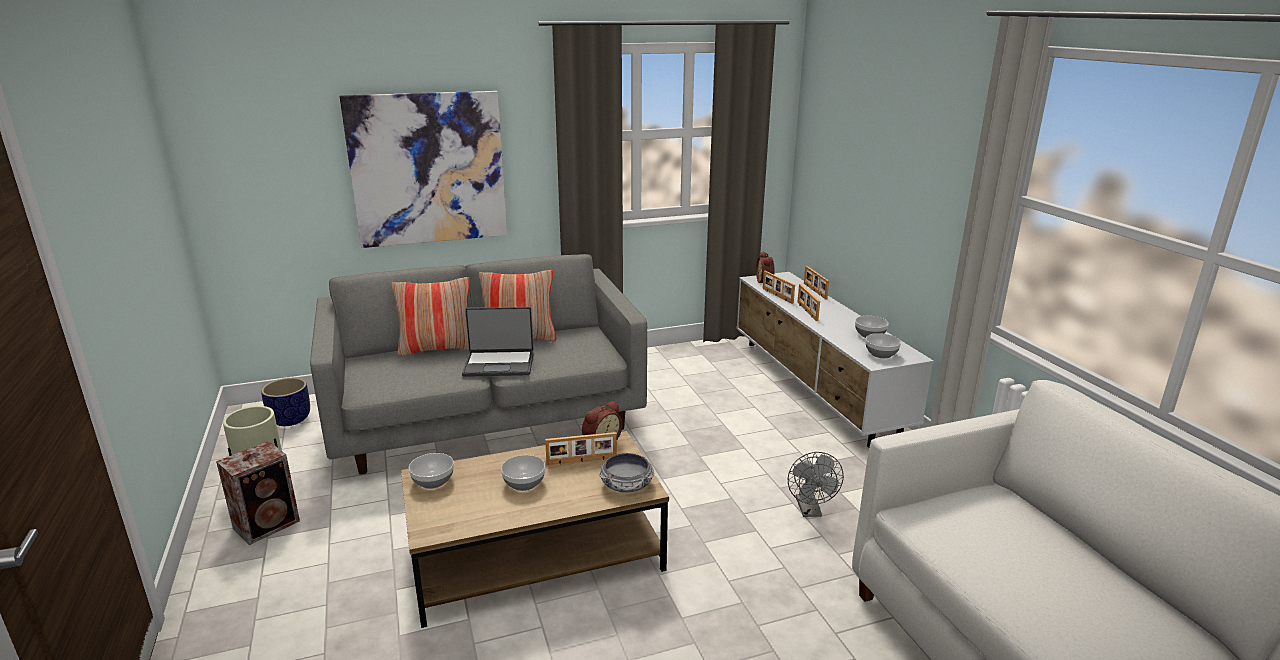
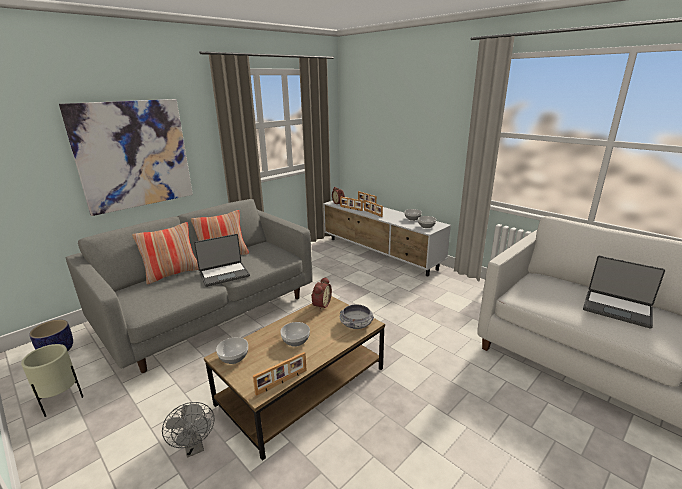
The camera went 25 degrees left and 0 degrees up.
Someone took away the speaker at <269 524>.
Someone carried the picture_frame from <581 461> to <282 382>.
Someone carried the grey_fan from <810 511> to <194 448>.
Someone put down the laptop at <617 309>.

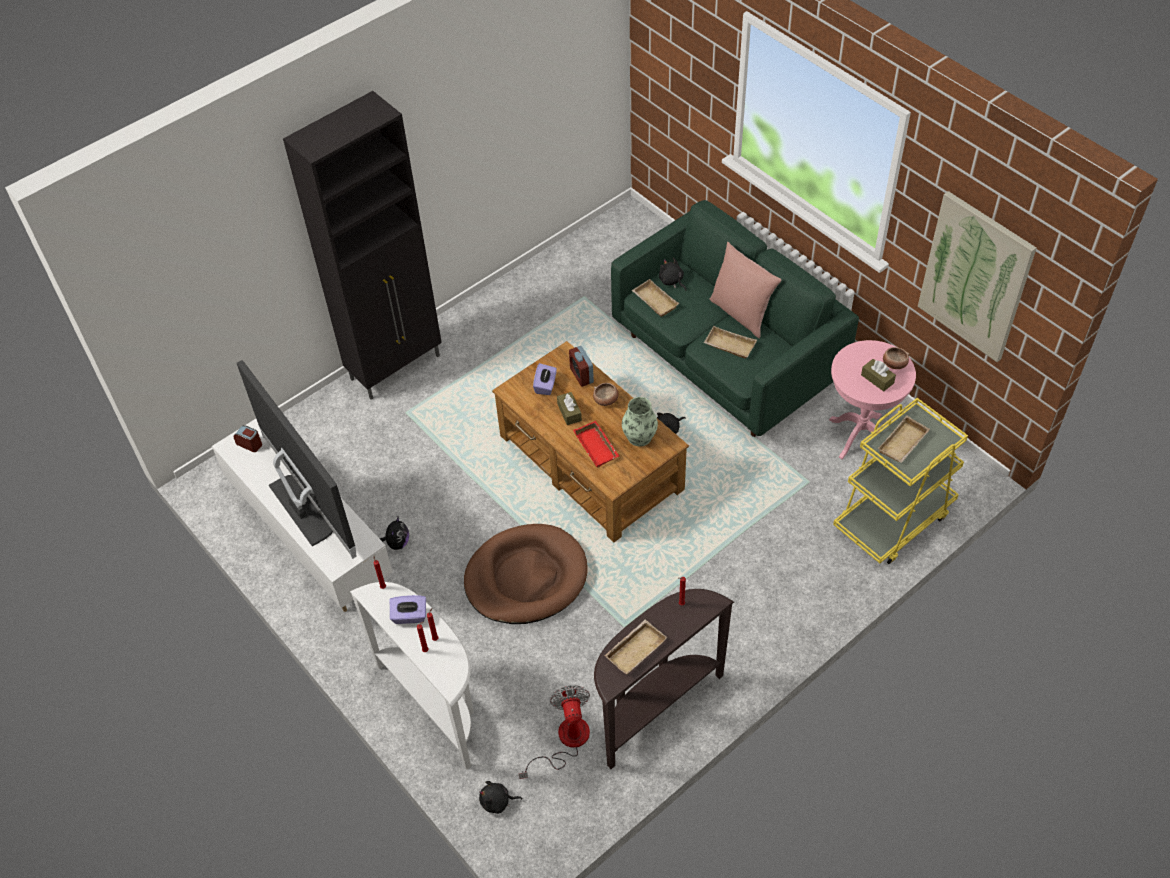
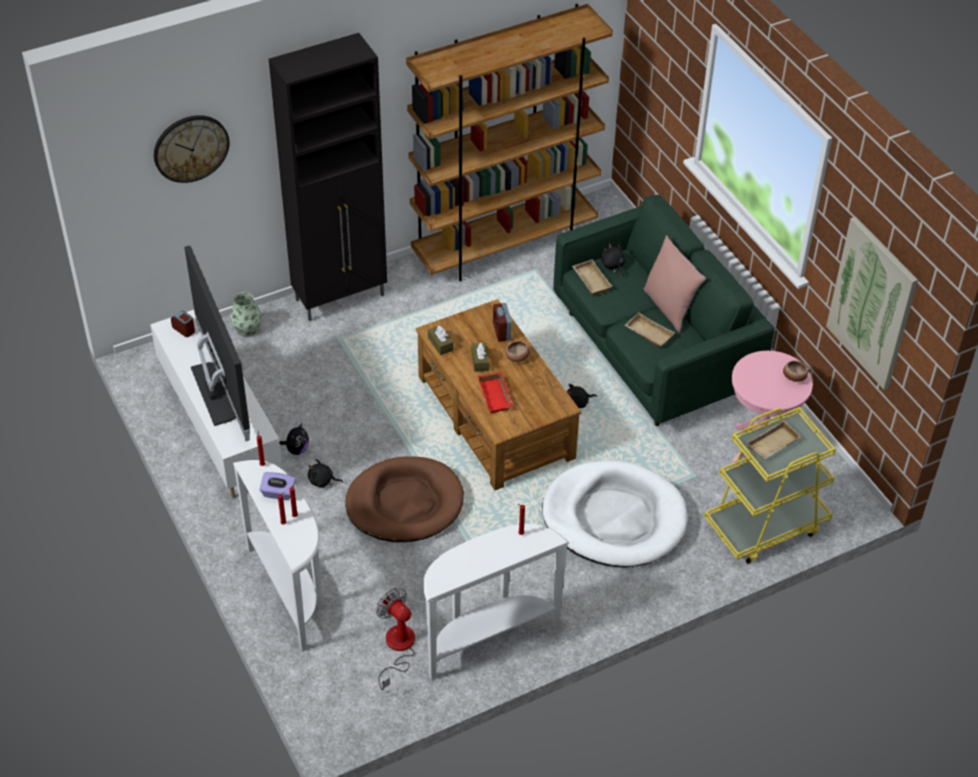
The camera went 10 degrees right and 5 degrees down.
Someone carried the black_plush_toy from <497 802> to <322 481>.
Someone rotated the fan at <565 741> by 45 degrees counterclockwise.
Someone took away the purple_tissue_box at <545 385>.
Someone repainted the brown_console_table at <654 708>, which became the white_console_table at <487 638>.
Someone took away the beige_tray at <635 648>.
Someone carried the vase from <639 436> to <247 329>.
Someone carried the brown_tissue_box from <877 379> to <440 344>.
Someone put up the wall_clock at <191 148>.
Someone put down the brown_bookcase at <504 245>.
Someone put down the white_dog_bed at <614 518>.

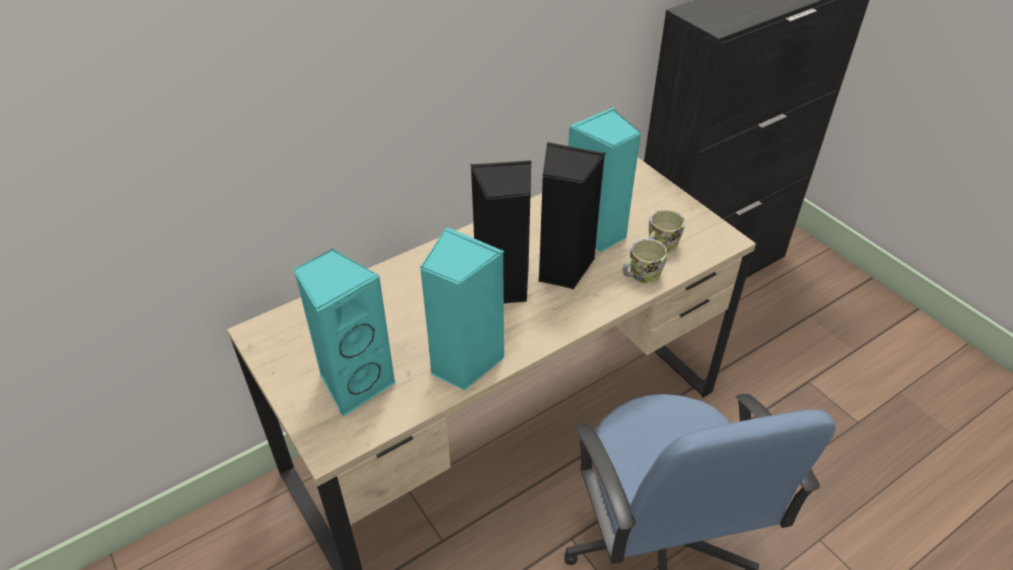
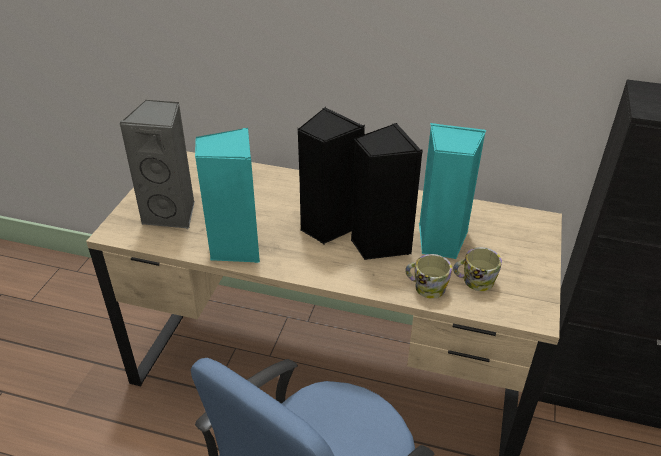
The camera went 50 degrees right and 5 degrees down.
Someone repainted the turquoise_speaker at <355 383>, which became the grey_speaker at <173 214>.

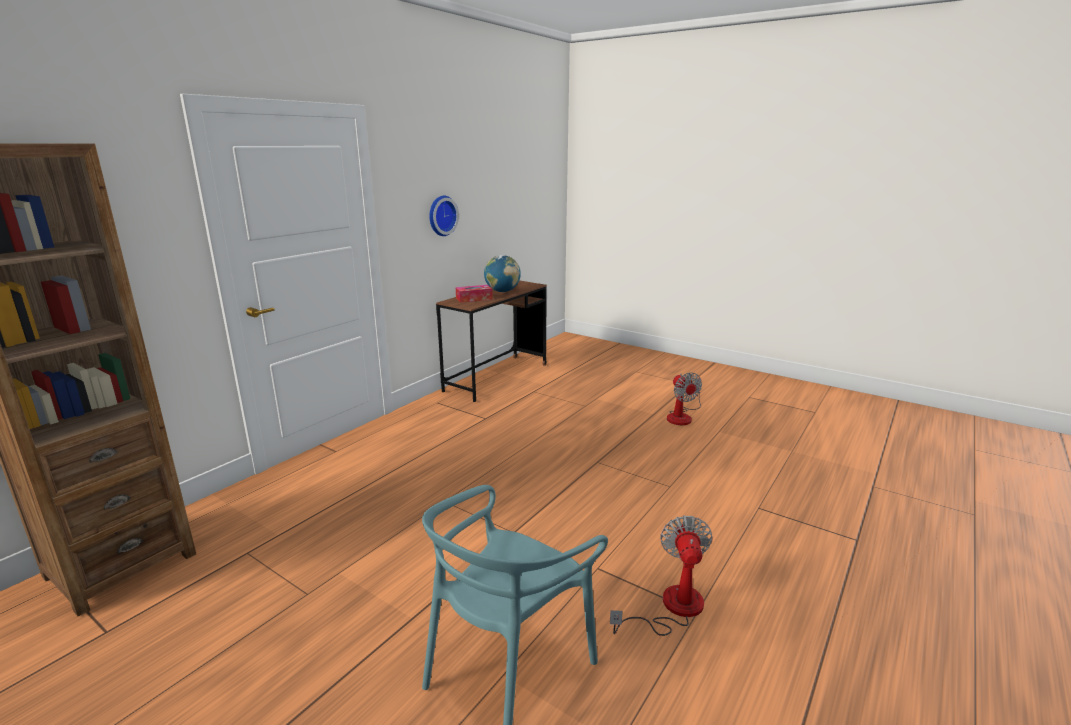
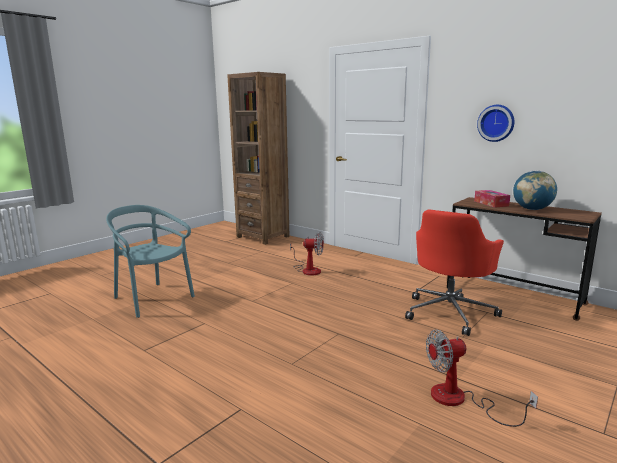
The camera went 95 degrees right and 5 degrees down.
Someone carried the fan from <671 608> to <308 270>.
Someone put down the red_office_chair at <450 312>.

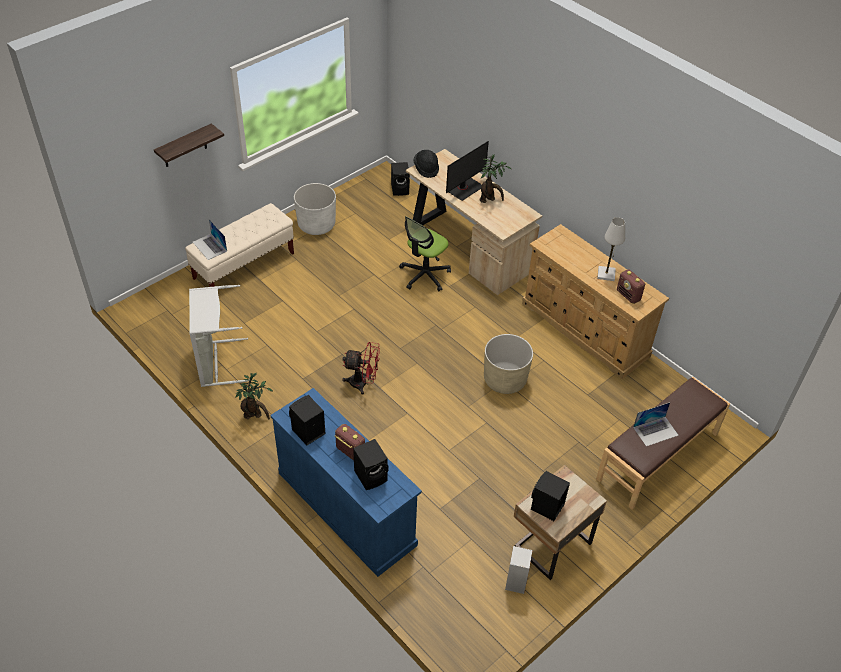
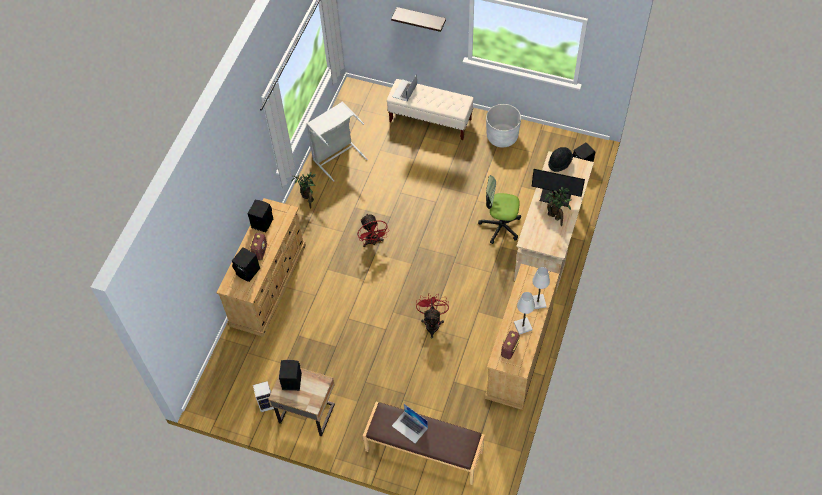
The camera went 65 degrees right and 10 degrees up.
Someone repainted the blue_dresser at <345 508>, which became the beige_dresser at <268 284>.
Someone swapped the beige_planter at <505 379> for the red_fan at <432 323>.
Someone put down the white_table_lamp at <537 302>.

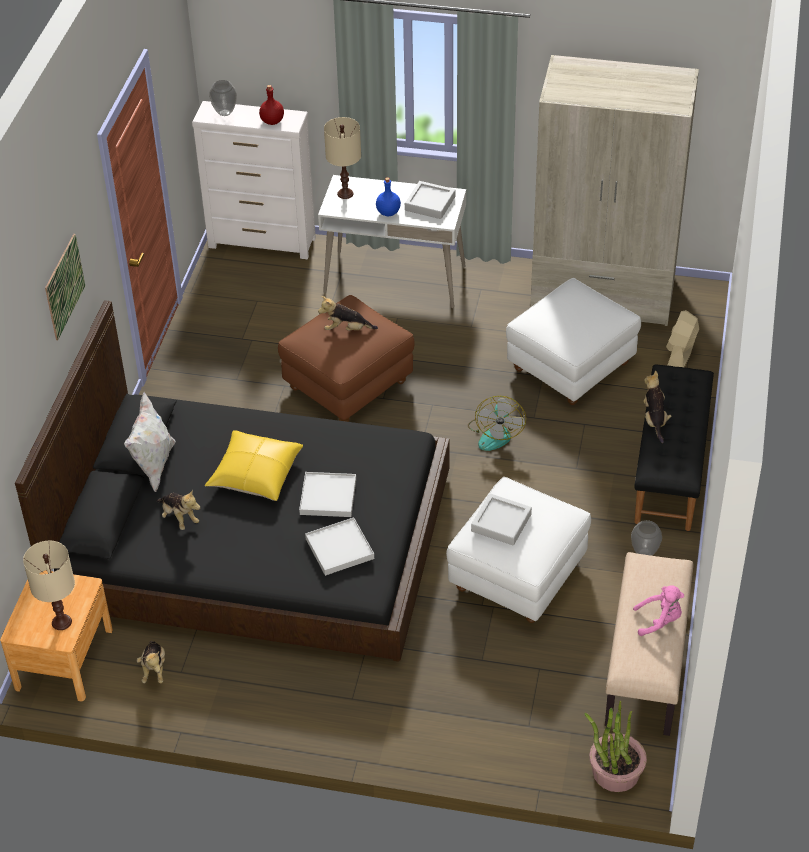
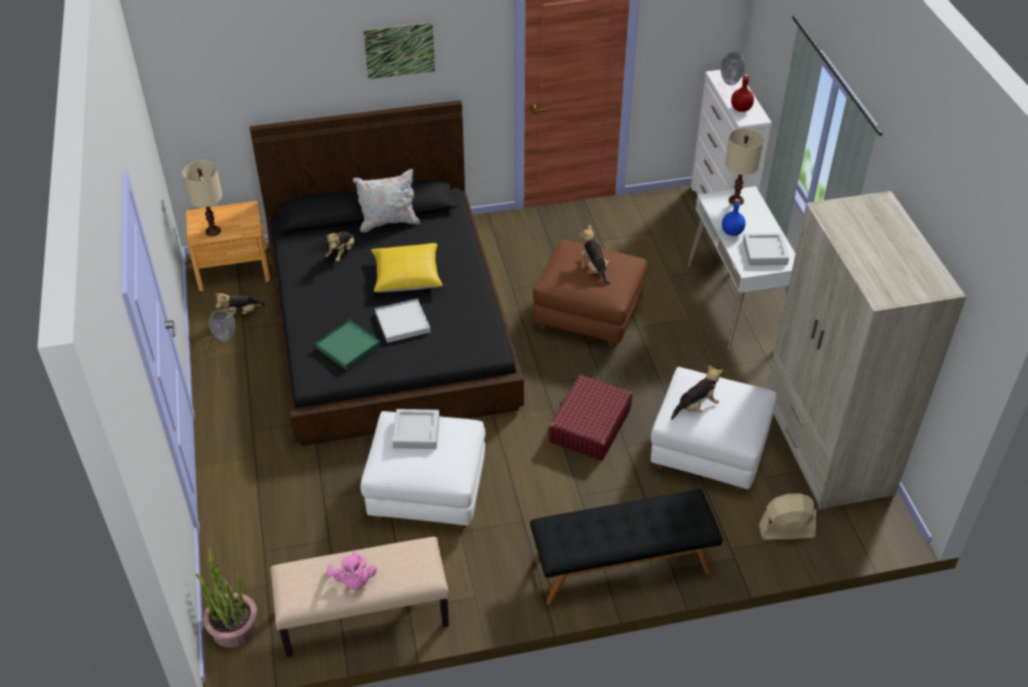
The camera went 65 degrees right and 0 degrees up.
Someone repainted the white_tray at <339 548>, which became the green_tray at <348 346>.
Someone swapped the fan at <495 433> for the red_suitcase at <589 426>.
Someone carried the vase from <644 553> to <224 338>.
Someone carried the plush_toy from <654 420> to <696 407>.

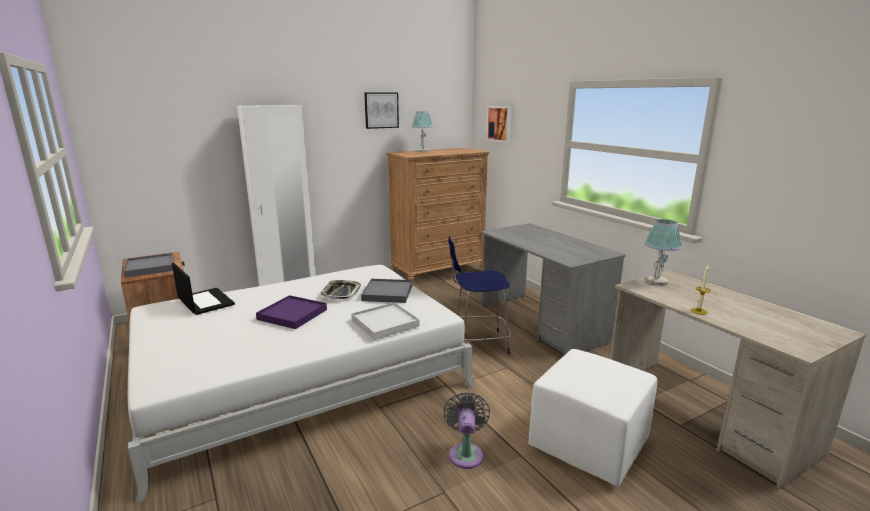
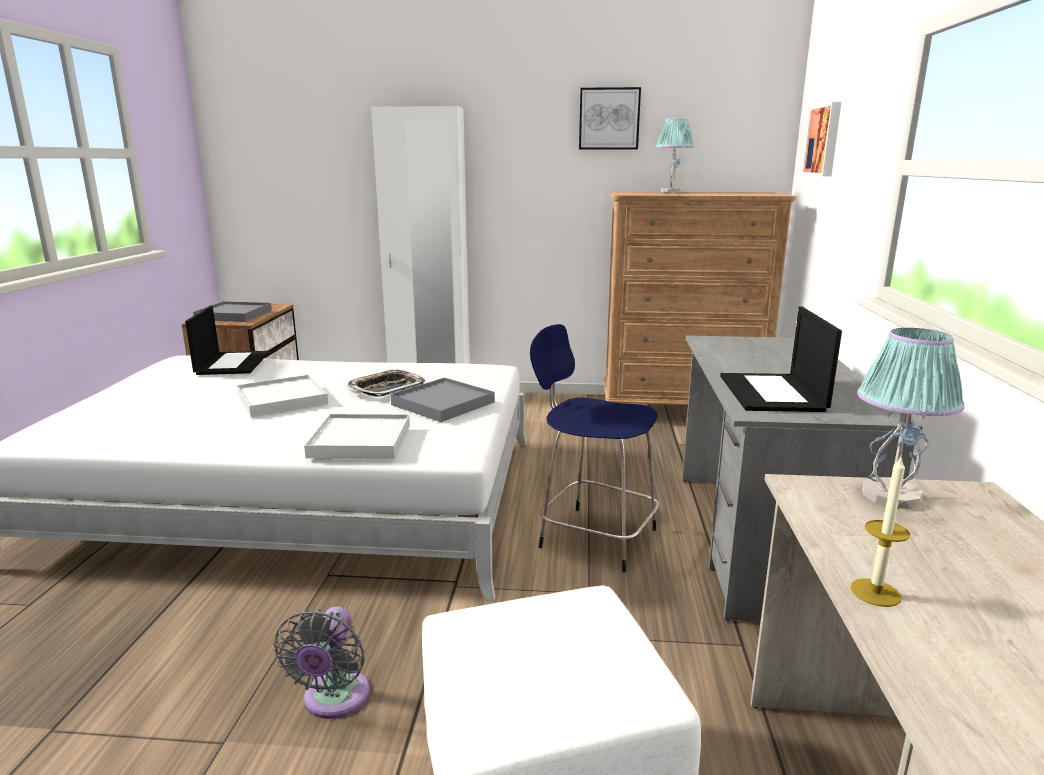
The camera went 35 degrees right and 0 degrees up.
Someone repainted the purple_tray at <292 314>, which became the white_tray at <282 400>.
Someone rotated the grey_fan at <466 453> by 150 degrees clockwise.
Someone put down the laptop at <773 393>.

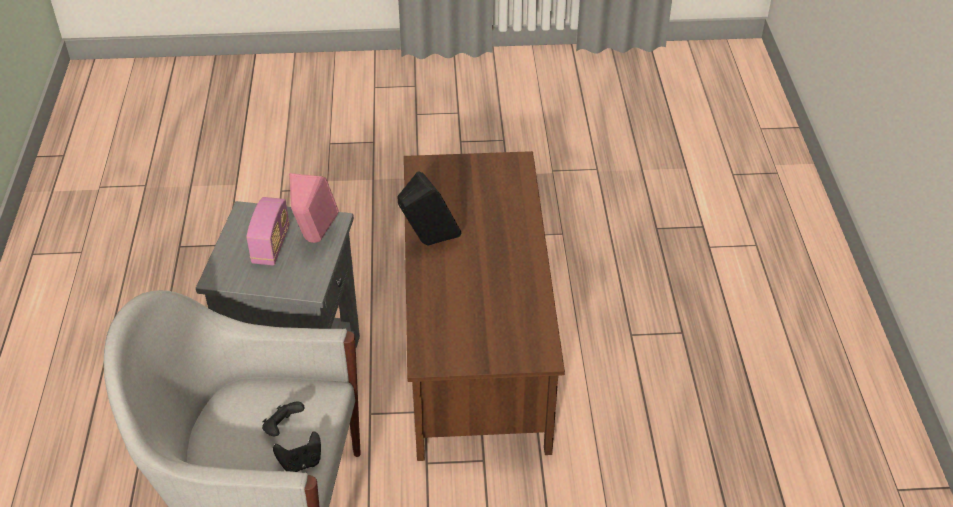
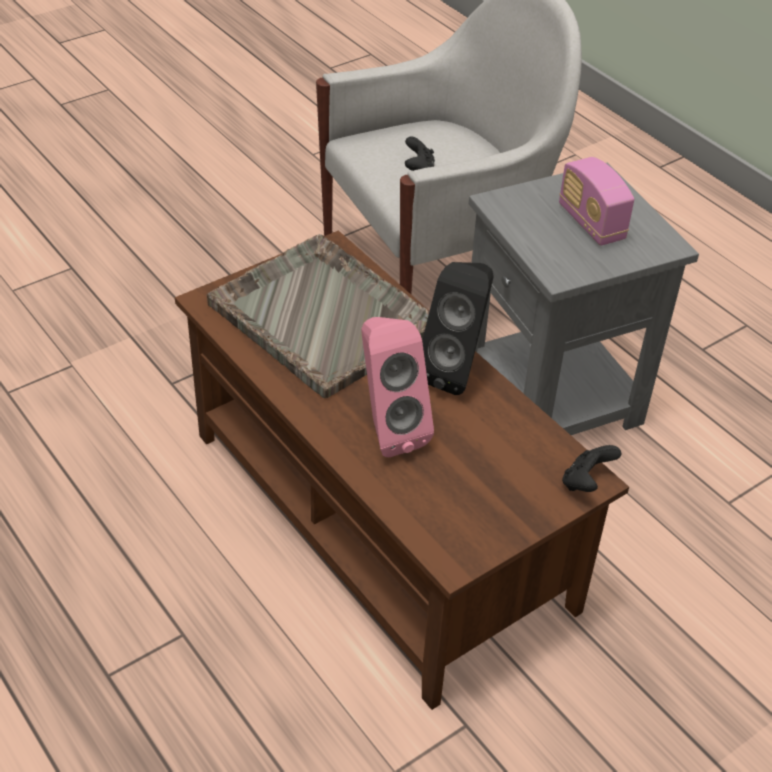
The camera went 145 degrees right and 0 degrees up.
Someone carried the black_game_controller from <301 462> to <586 482>.
Someone carried the pink_speaker from <314 240> to <388 430>.
Someone put down the grey_tray at <321 316>.

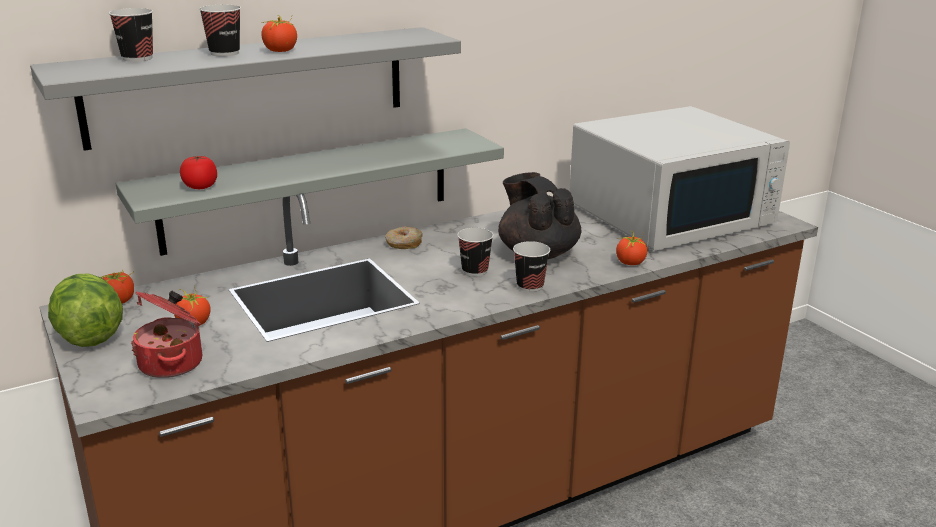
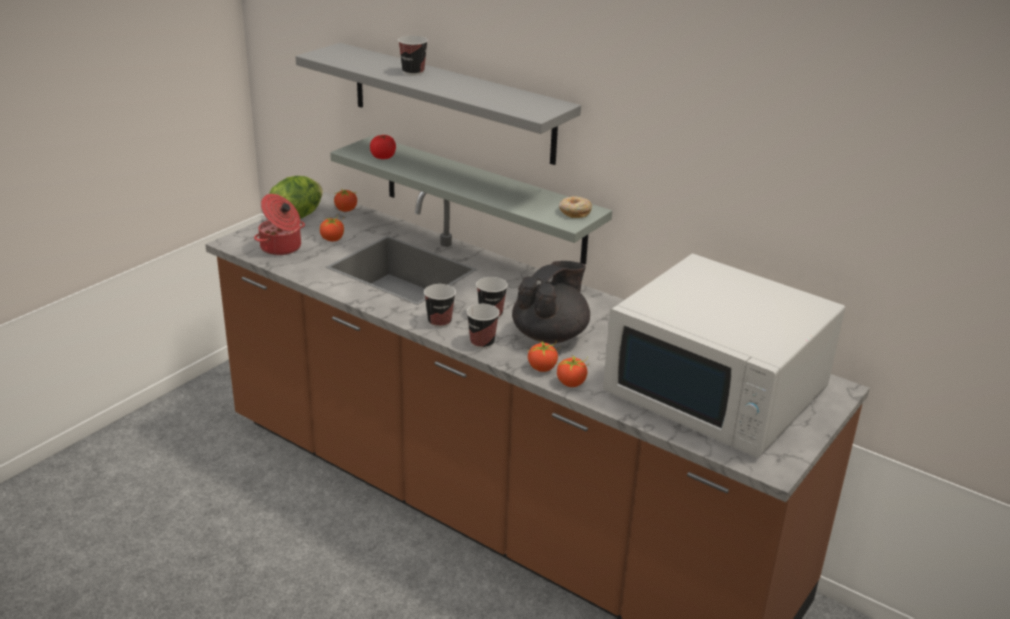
The camera went 65 degrees right and 5 degrees up.
Someone carried the cup from <137 58> to <439 322>.
Someone carried the tomato from <280 51> to <542 368>.
Someone carried the donut from <403 244> to <574 212>.

